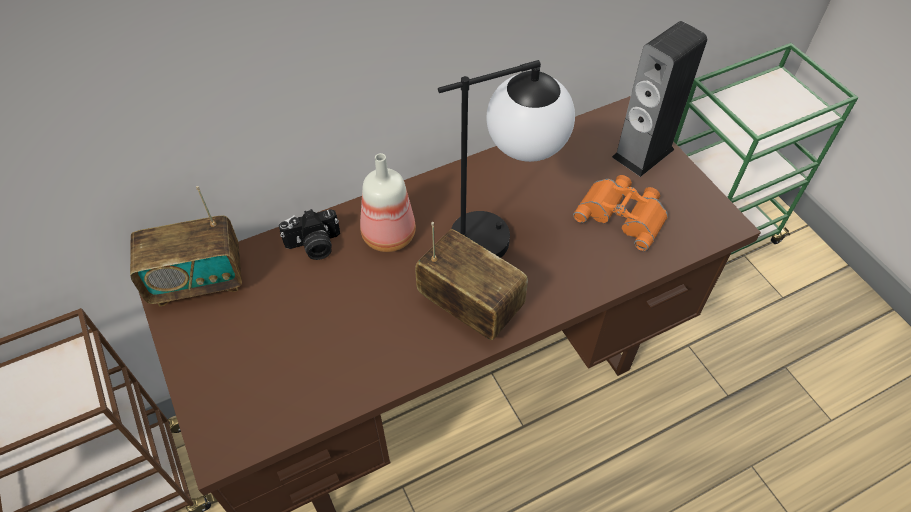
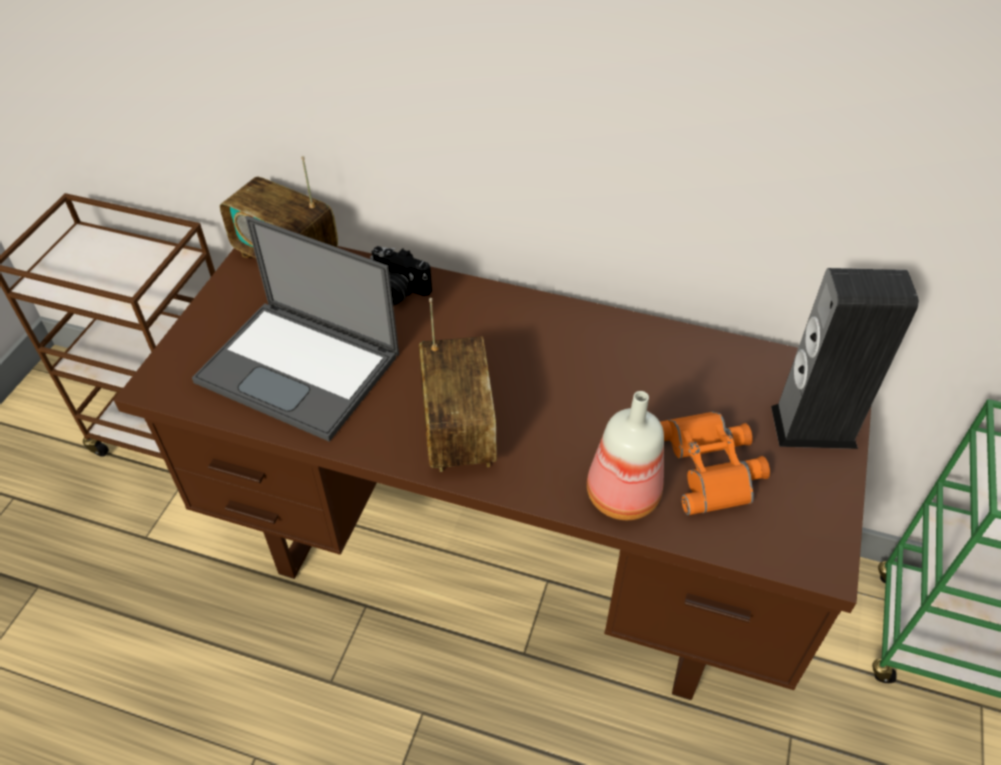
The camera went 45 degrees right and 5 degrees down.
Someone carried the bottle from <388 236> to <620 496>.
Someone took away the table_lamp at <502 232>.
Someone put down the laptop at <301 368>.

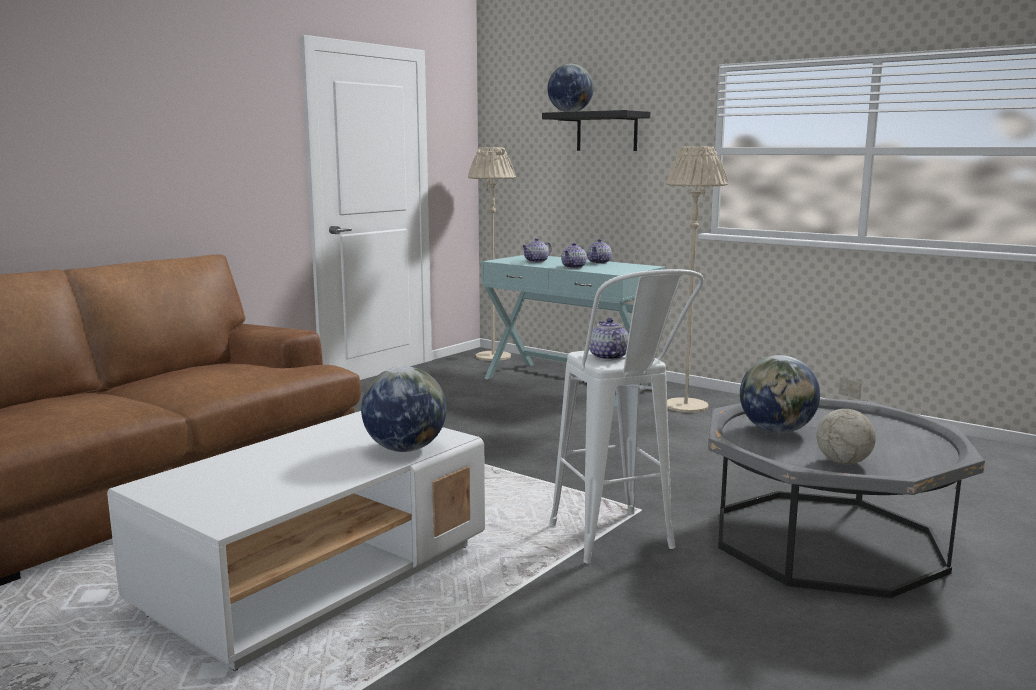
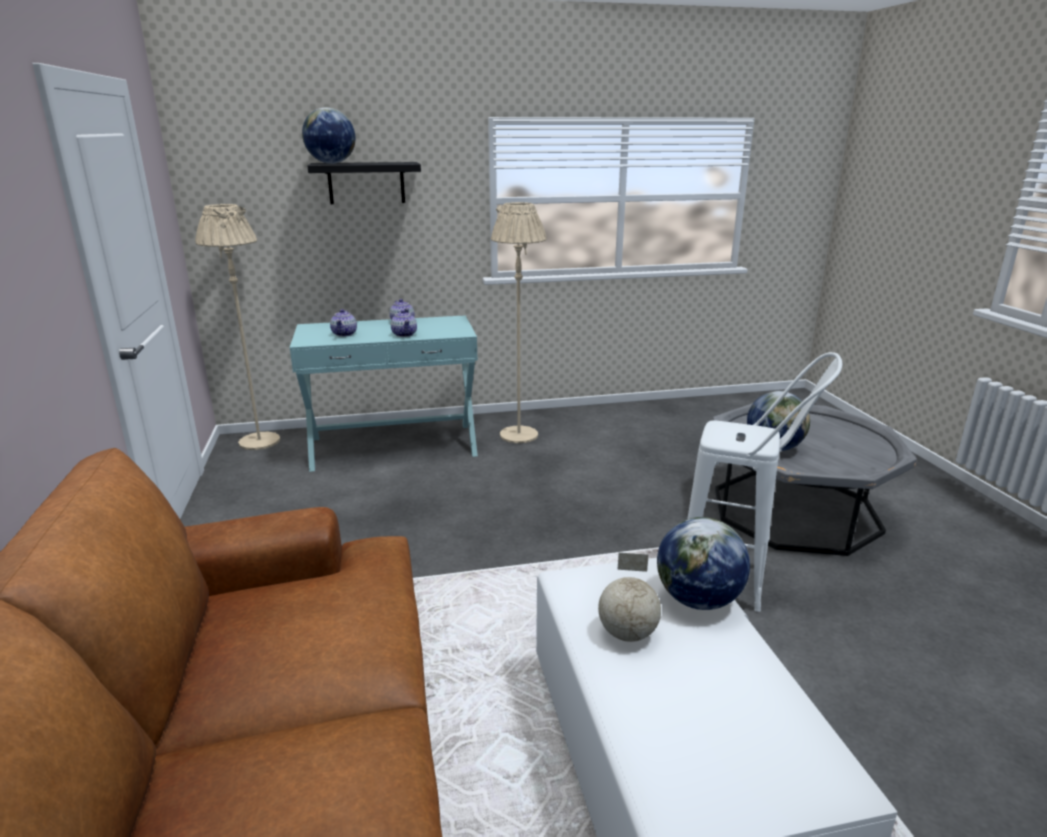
The camera went 50 degrees left and 10 degrees up.
Someone took away the teapot at <608 357>.
Someone carried the globe from <843 462> to <627 633>.

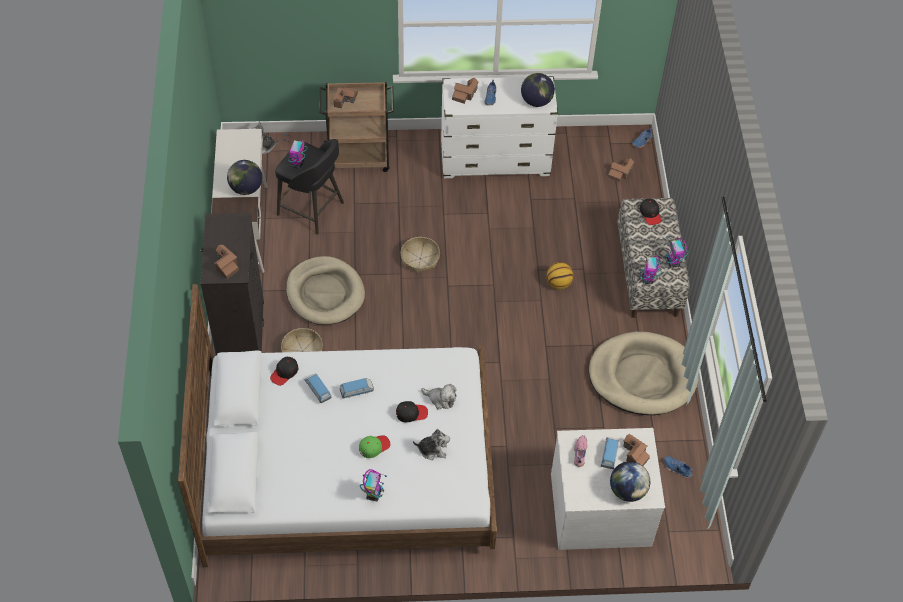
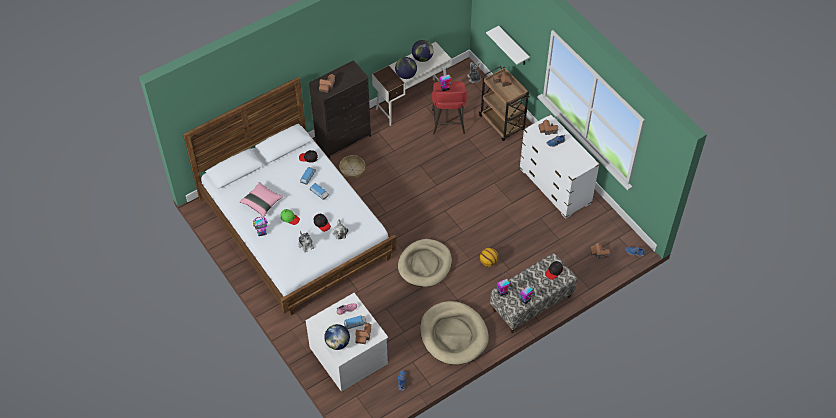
The camera went 60 degrees right and 0 degrees up.
Someone repainted the black_stool at <312 209>, which became the red_stool at <448 123>.
Someone carried the beige_dog_bed from <325 293> to <425 264>.
Someone took away the basket at <420 258>.
Someone carried the globe from <536 101> to <422 58>.
Someone put down the pink_pillow at <262 203>.
Someone put up the white_shelf at <513 47>.

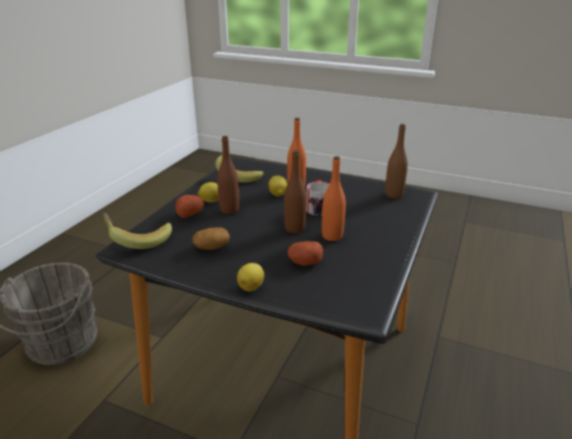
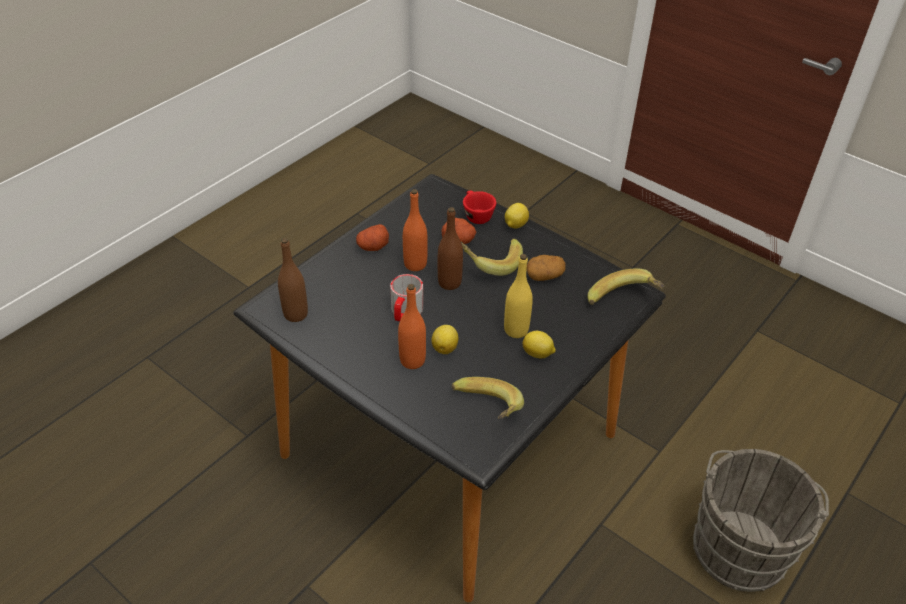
The camera went 165 degrees left and 15 degrees up.
Someone carried the potato from <190 213> to <373 246>.
Someone repainted the brown_bottle at <229 210>, which became the yellow_bottle at <516 330>.
Someone put down the banana at <490 263>.
Someone put down the red_cup at <476 215>.

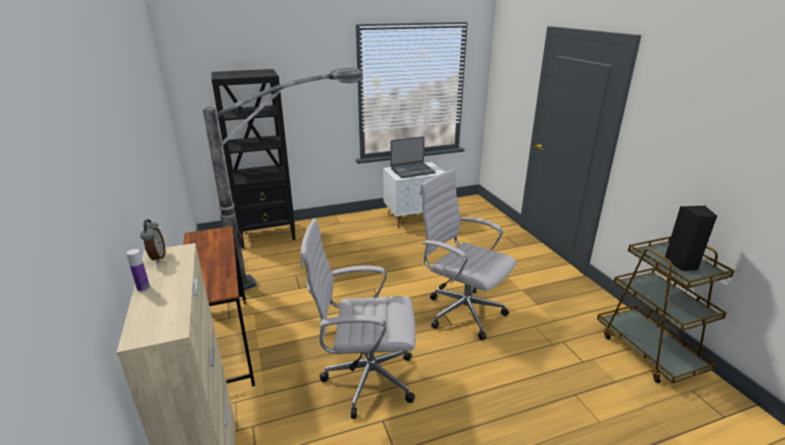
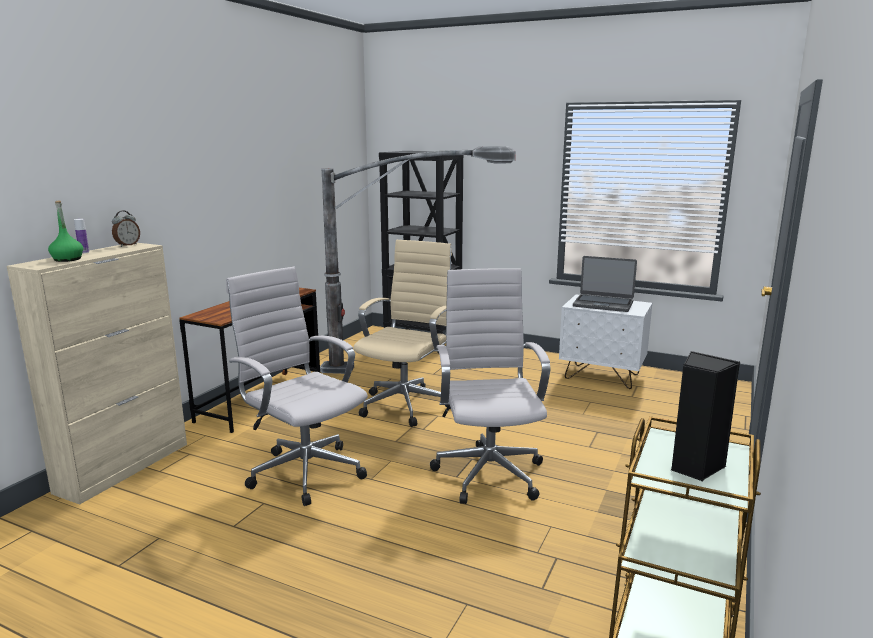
The camera went 45 degrees right and 10 degrees down.
Someone put down the green_bottle at <67 259>.
Someone put down the beige_office_chair at <407 404>.

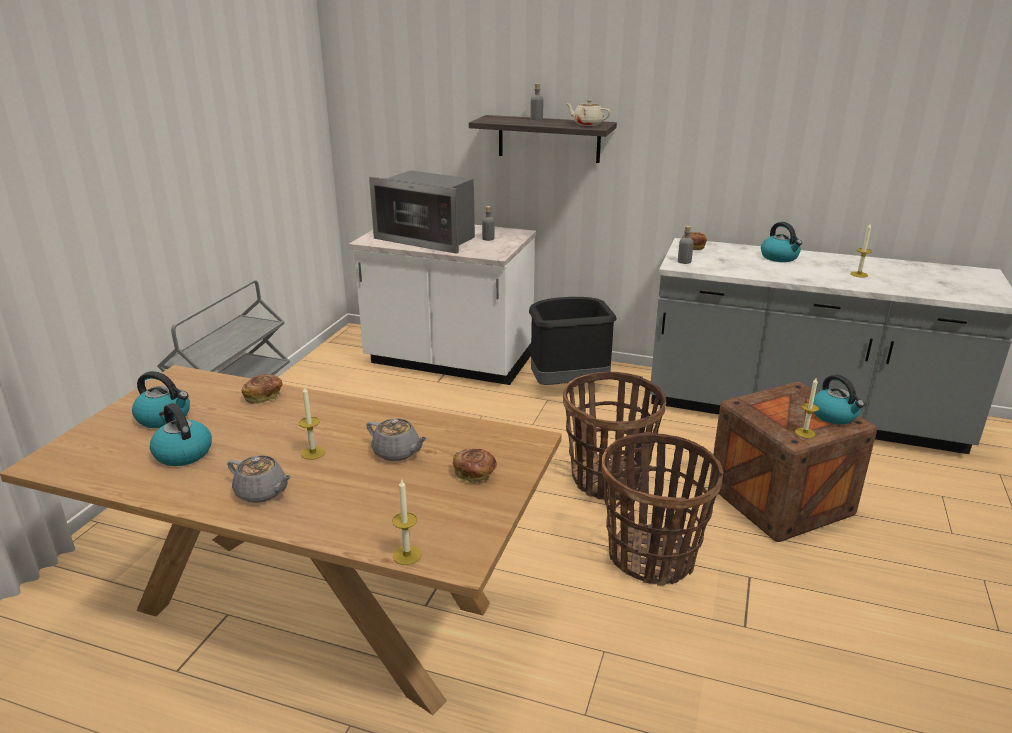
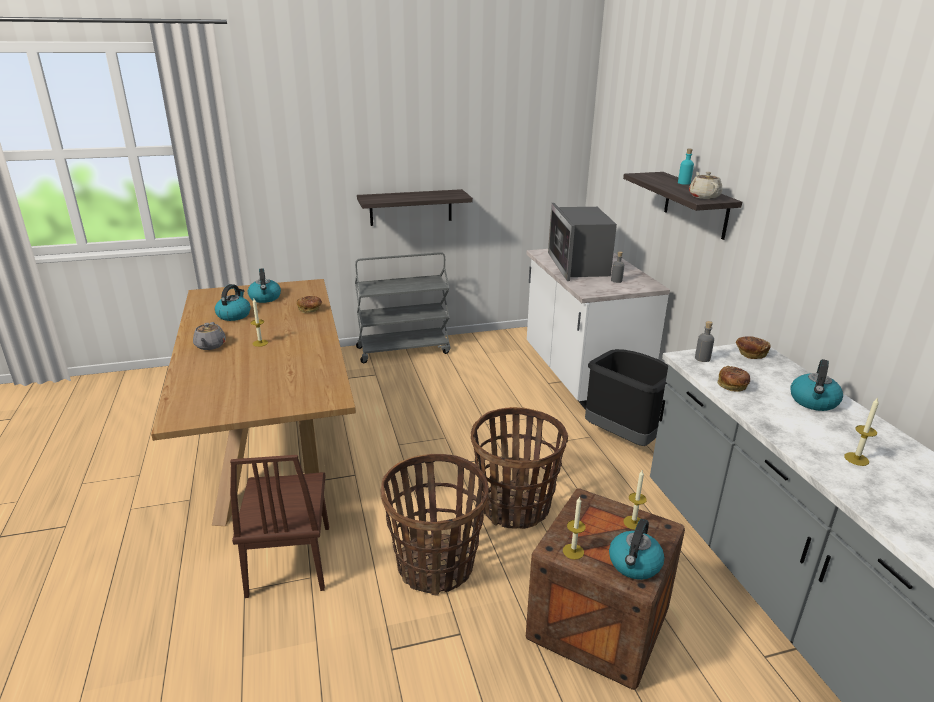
The camera went 55 degrees right and 0 degrees up.
Someone took away the grey_teapot at <397 453>.
Someone carried the candle from <407 555> to <633 522>.
Someone carried the bread from <475 475> to <732 386>.
Someone repainted the grey_bottle at <536 119>, which became the turquoise_bottle at <684 183>.
Someone put down the brown_chair at <289 559>.
Someone put up the shelf at <411 207>.

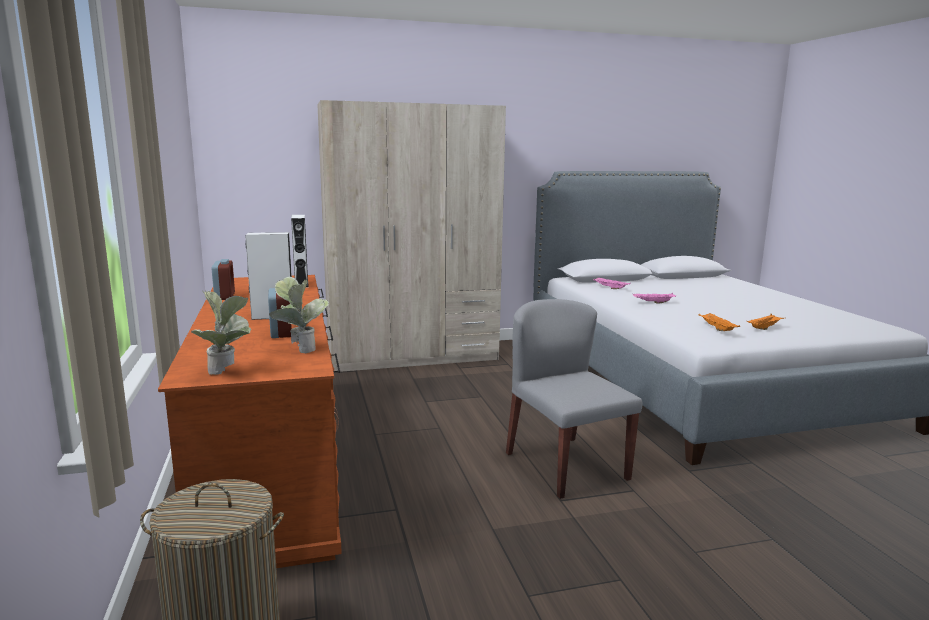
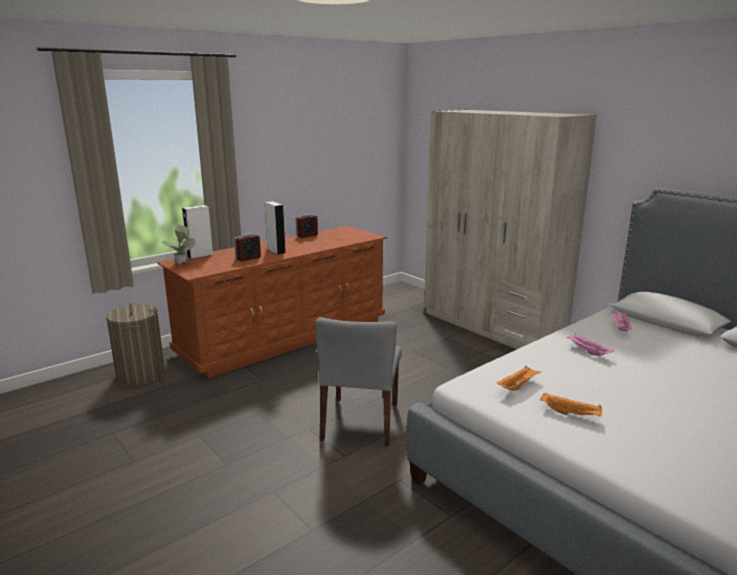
The camera went 65 degrees right and 5 degrees up.
Someone took away the potted_plant at <299 349>.
Someone carried the white_speaker from <301 284> to <200 256>.
Someone rotated the grey_chair at <565 465> by 150 degrees clockwise.

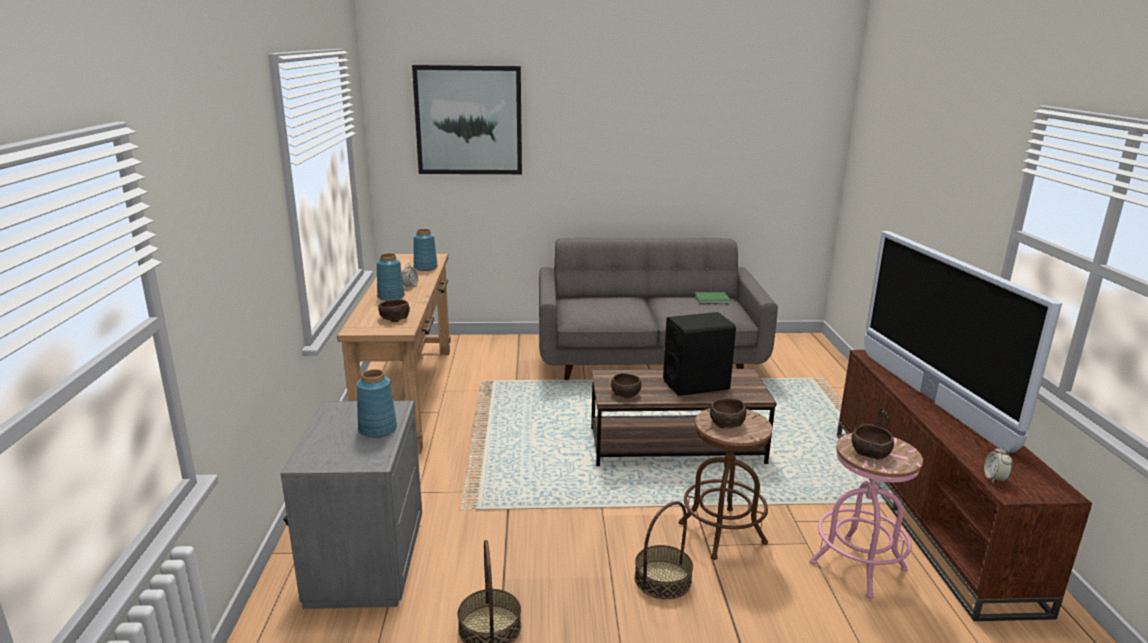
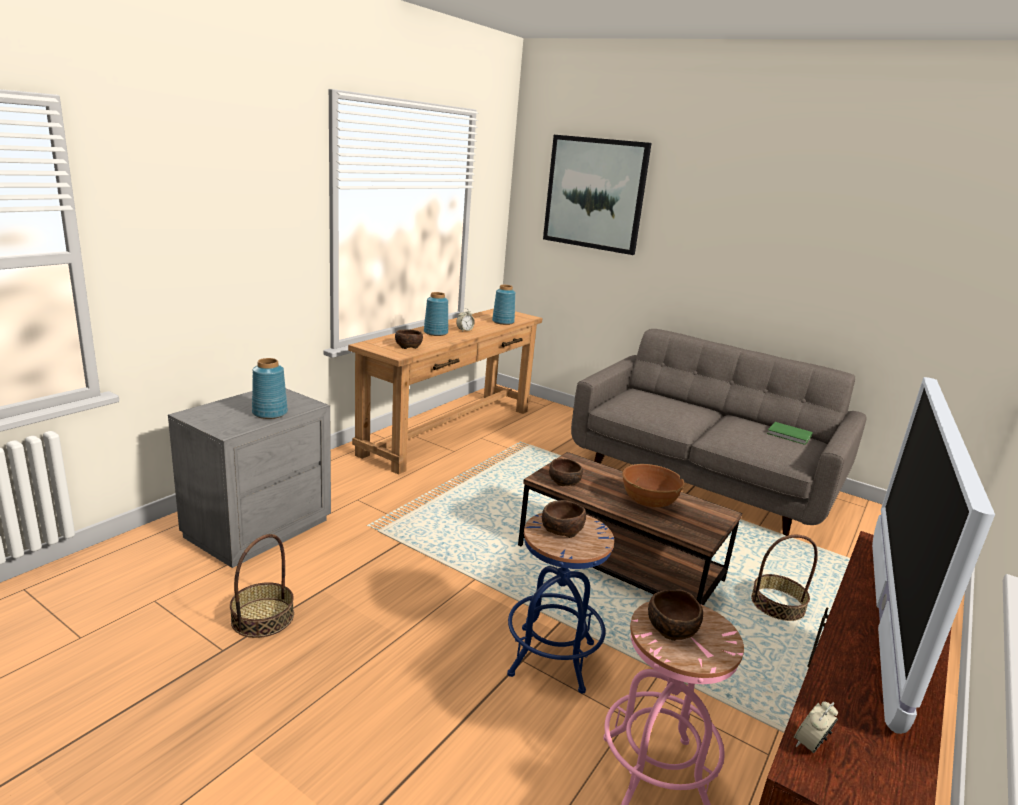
The camera went 35 degrees right and 0 degrees up.
Someone carried the basket from <663 579> to <777 605>.
Someone swapped the black_speaker at <696 384> for the brown_bowl at <648 501>.
Someone repainted the brown_stool at <722 533>, which became the blue_stool at <551 658>.

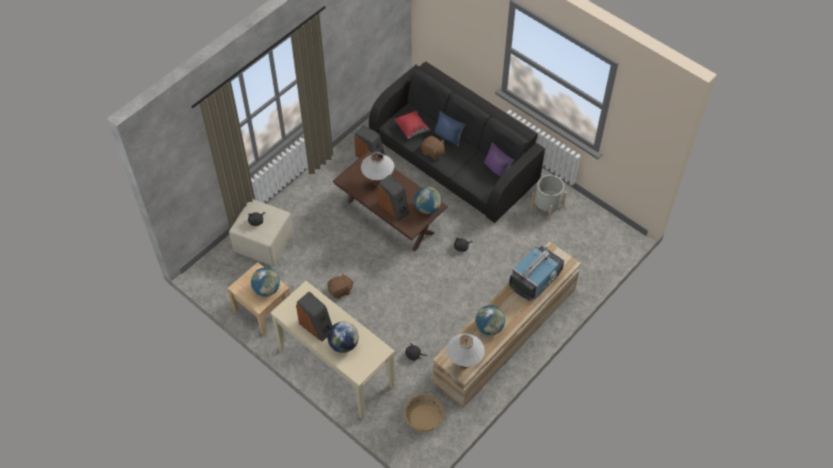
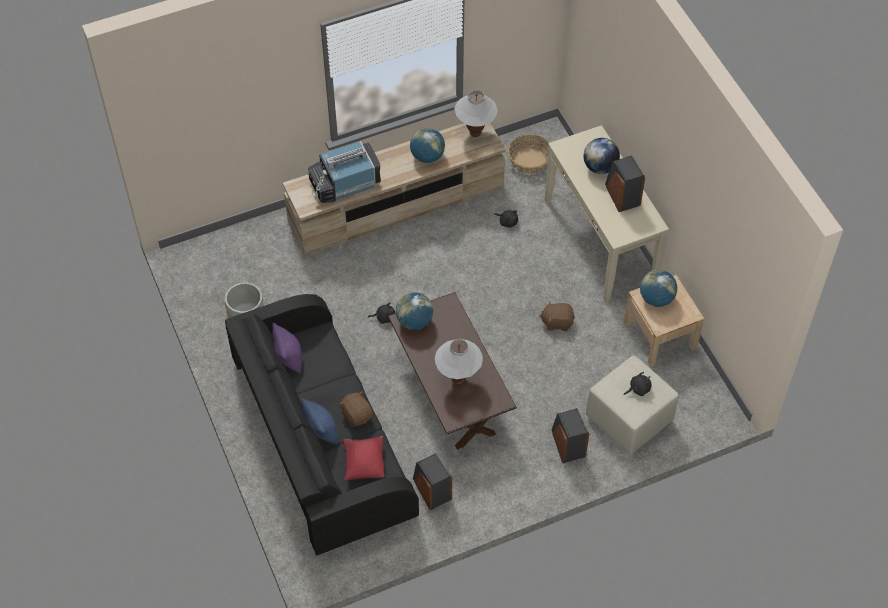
The camera went 155 degrees left and 0 degrees up.
Someone carried the speaker from <394 208> to <567 444>.

